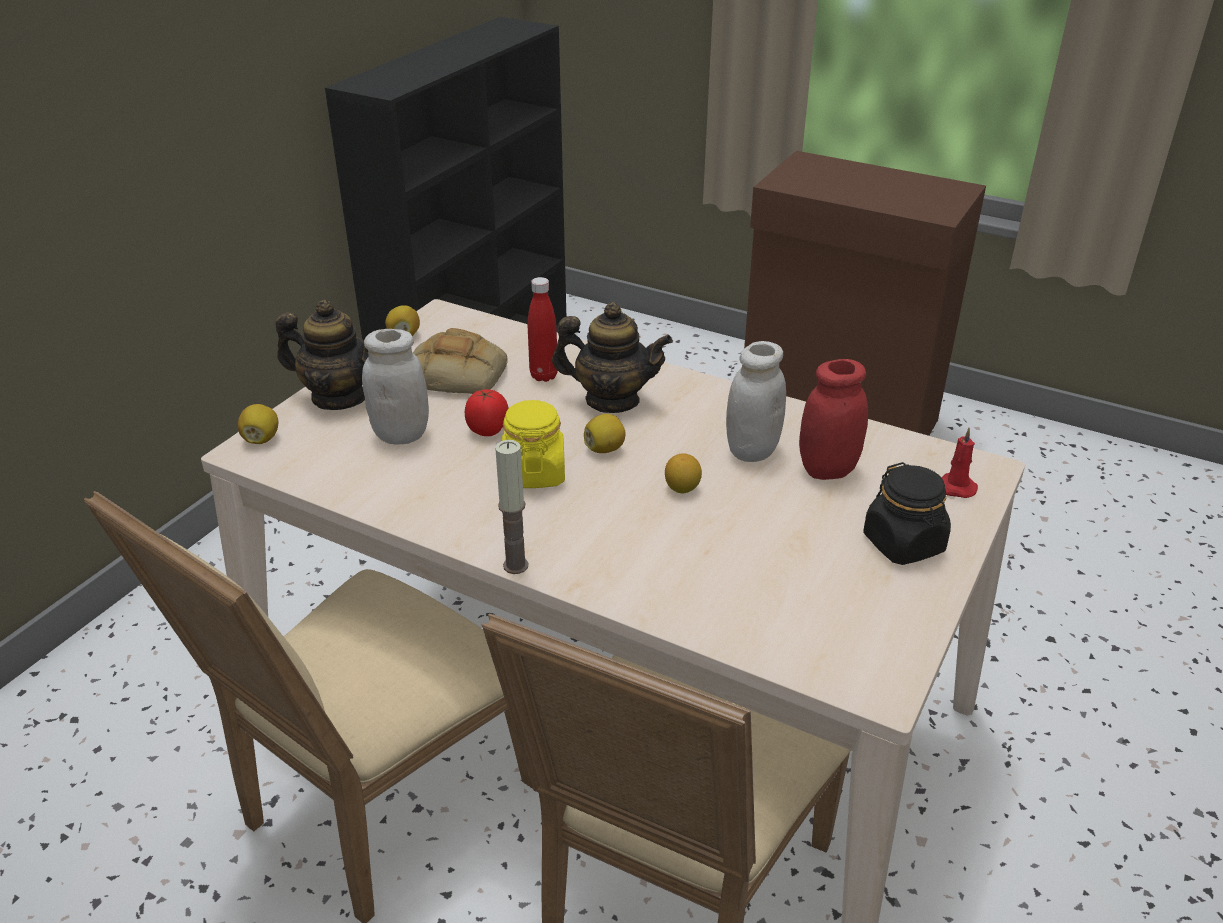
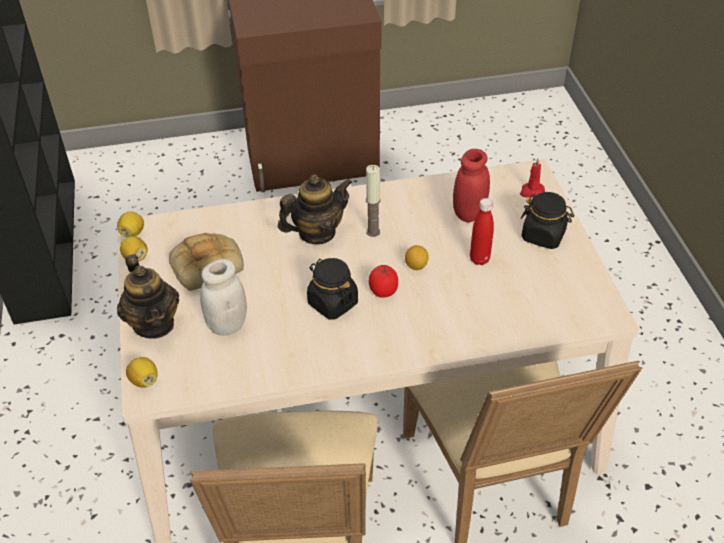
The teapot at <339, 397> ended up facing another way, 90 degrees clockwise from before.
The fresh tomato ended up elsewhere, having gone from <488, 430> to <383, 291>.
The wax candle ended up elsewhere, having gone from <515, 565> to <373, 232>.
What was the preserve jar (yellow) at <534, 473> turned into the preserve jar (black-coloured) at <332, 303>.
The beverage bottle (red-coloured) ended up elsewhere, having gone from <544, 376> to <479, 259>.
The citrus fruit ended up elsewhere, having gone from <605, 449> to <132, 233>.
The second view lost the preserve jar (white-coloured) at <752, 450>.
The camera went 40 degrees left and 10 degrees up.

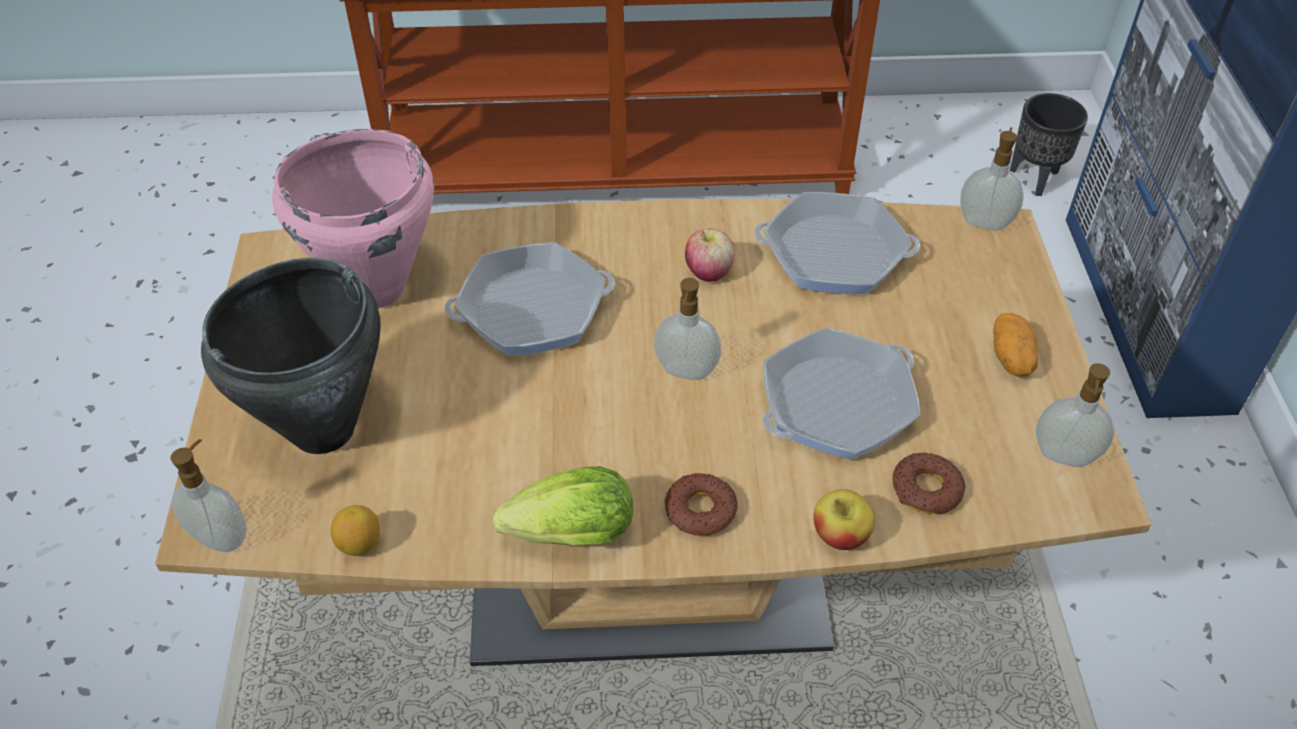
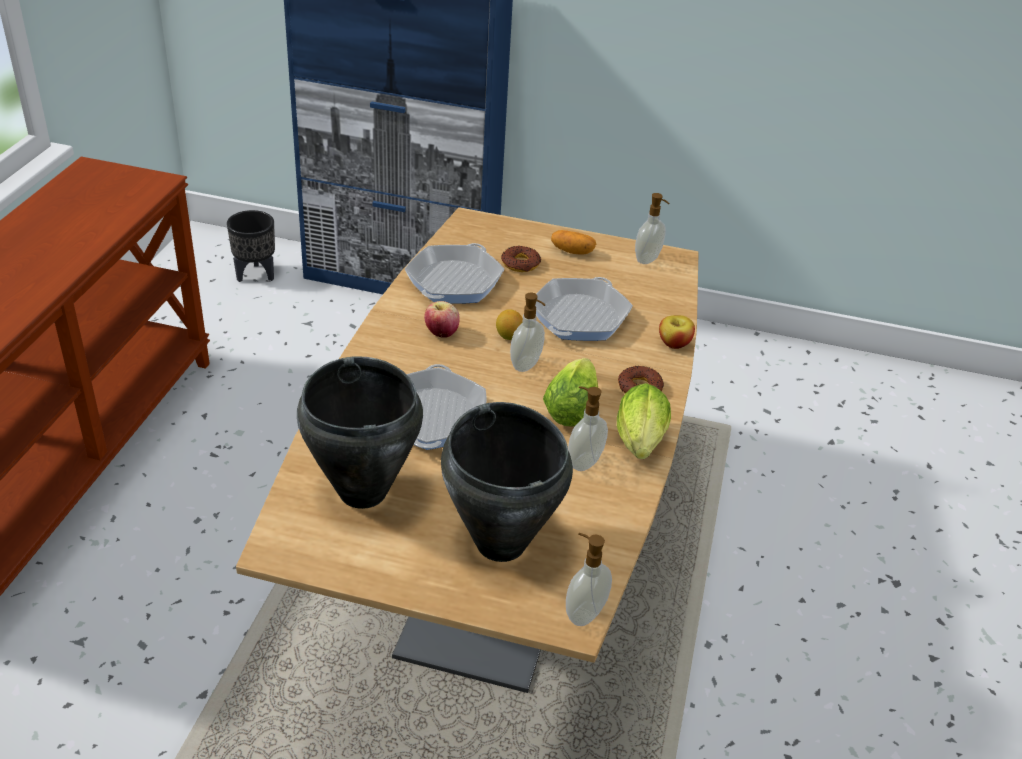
What was the cooking pot (pinkish) at <375, 289> turned into the cooking pot (black-coloured) at <362, 492>.
The citrus fruit ended up elsewhere, having gone from <359, 543> to <508, 336>.
The frying pan at <837, 404> ended up facing another way, 135 degrees counterclockwise from before.
The doughnut ended up elsewhere, having gone from <926, 489> to <520, 263>.
The soap bottle ended up elsewhere, having gone from <985, 222> to <583, 461>.
The second view gained the lettuce at <572, 408>.
The camera went 75 degrees left and 10 degrees down.

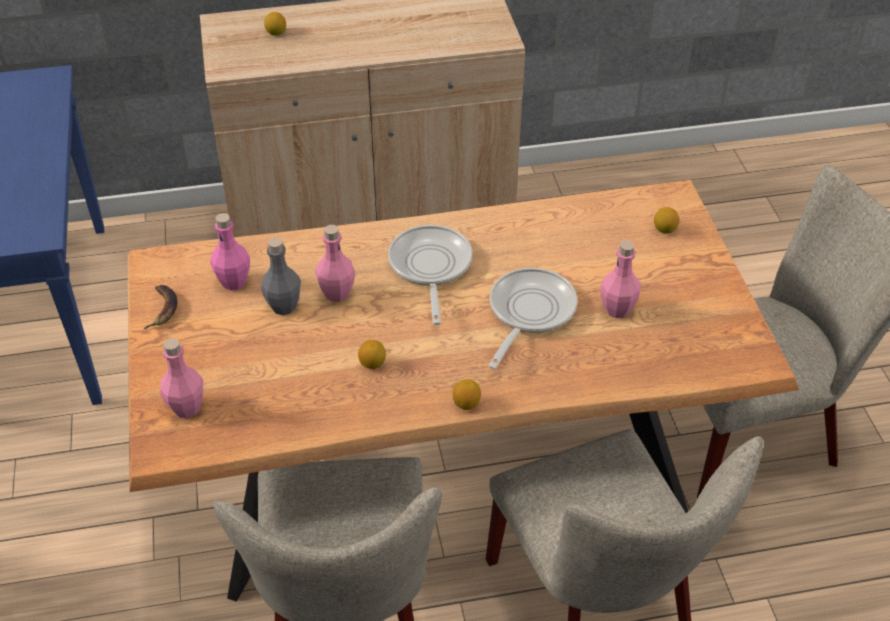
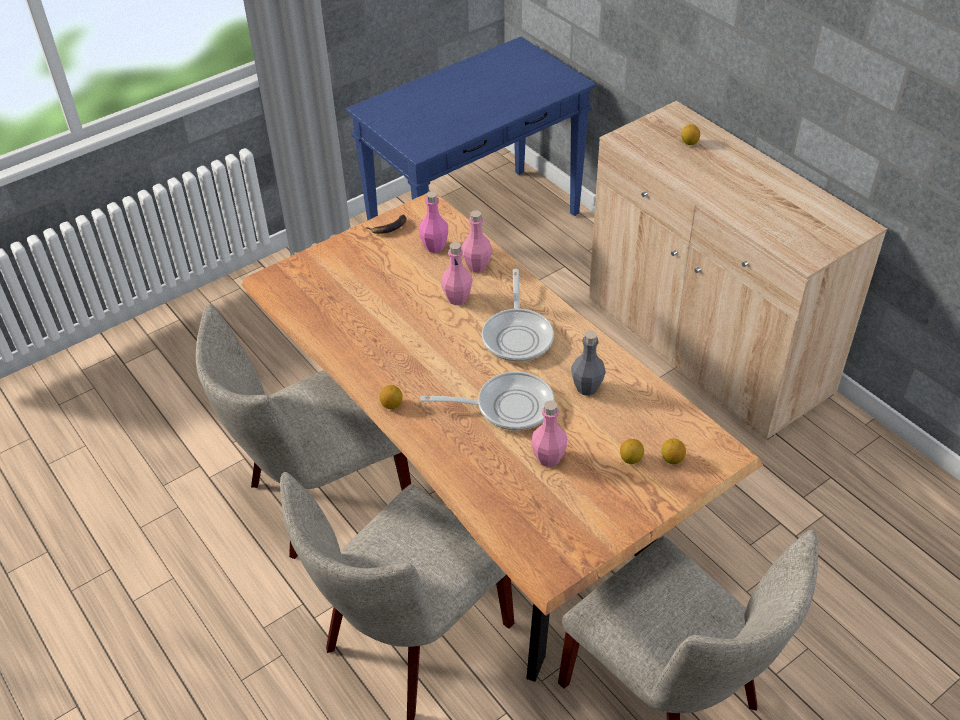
The beverage bottle (pinkish) ended up elsewhere, having gone from <186, 408> to <477, 266>.
The beverage bottle (gray) ended up elsewhere, having gone from <283, 306> to <587, 388>.
The citrus fruit ended up elsewhere, having gone from <372, 364> to <631, 459>.
The frying pan at <430, 268> ended up facing another way, 120 degrees clockwise from before.
The camera went 65 degrees right and 0 degrees up.

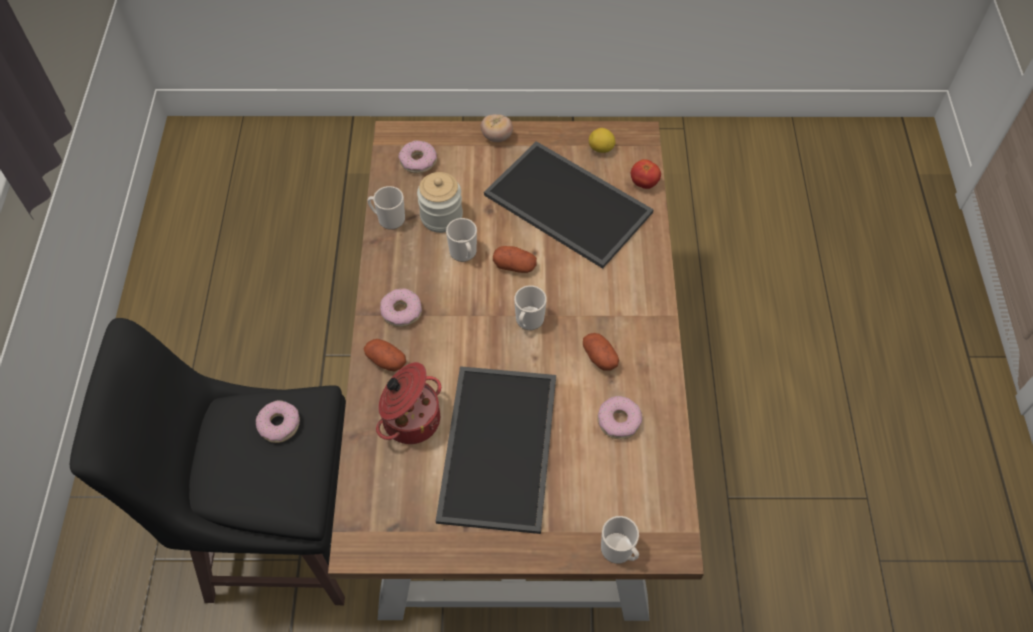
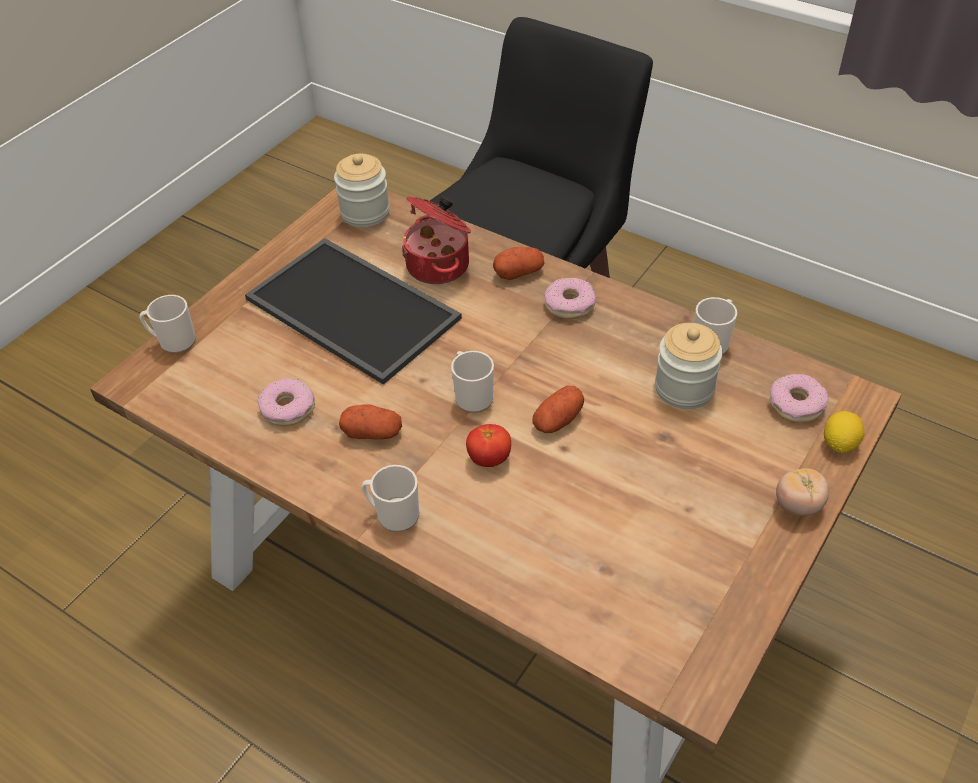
The second view lost the doughnut at <279, 425>.
The mug ended up elsewhere, having gone from <464, 253> to <393, 514>.
The second view lost the serving tray at <570, 203>.
The citrus fruit ended up elsewhere, having gone from <601, 149> to <839, 444>.
The fresh tomato ended up elsewhere, having gone from <644, 183> to <489, 459>.
The second view gained the preserve jar at <365, 213>.
The camera went 125 degrees right and 10 degrees down.

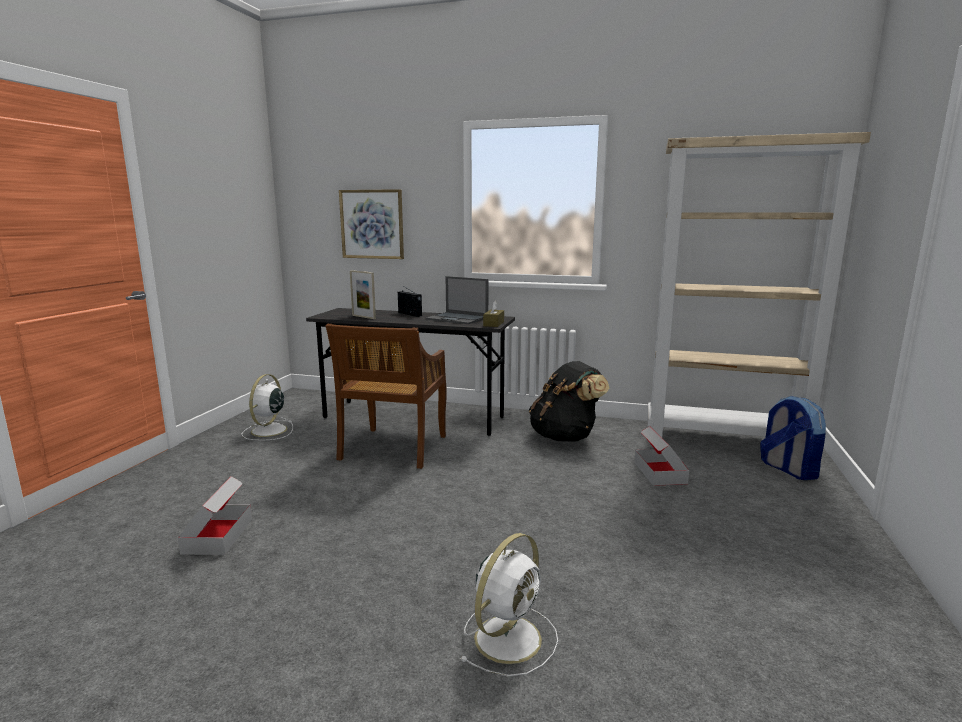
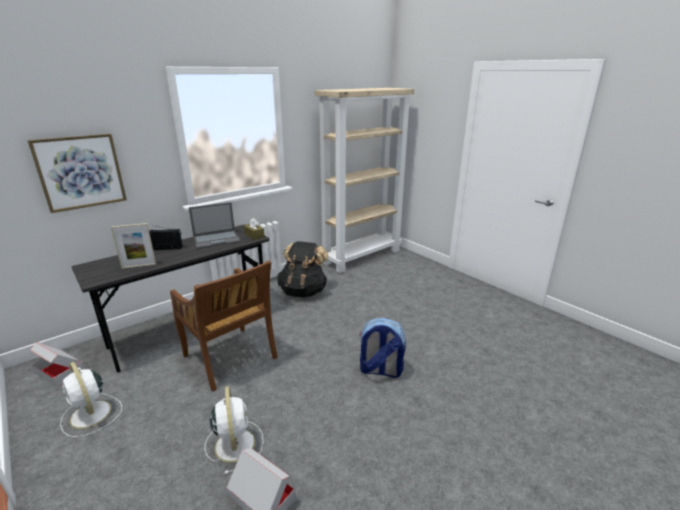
The cooling fan (white-coloured) ended up elsewhere, having gone from <509, 637> to <234, 443>.
The cardboard box ended up elsewhere, having gone from <660, 473> to <60, 371>.
The rucksack ended up elsewhere, having gone from <788, 469> to <380, 370>.
The camera went 55 degrees left and 10 degrees up.

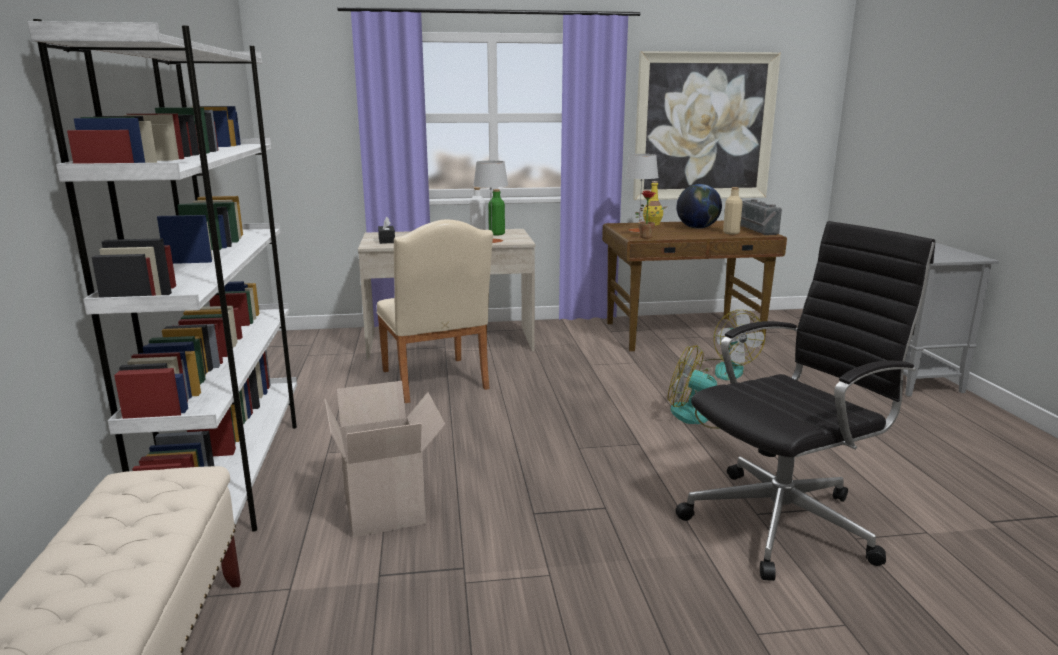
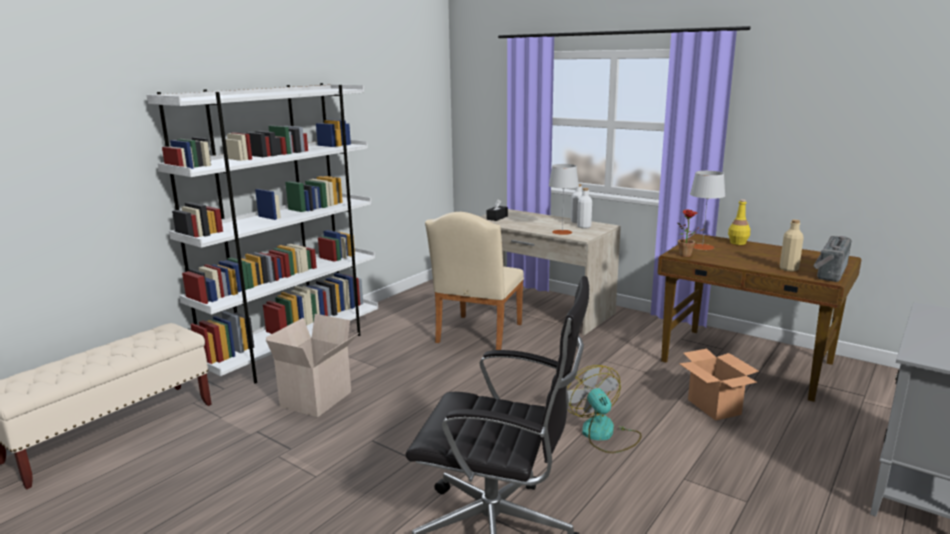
What was the beverage bottle (green-coloured) at <497, 234> turned into the beverage bottle (white-coloured) at <584, 227>.
The second view lost the picture at <704, 127>.
The second view lost the desk globe at <697, 228>.
Where the cooling fan stood at <723, 369>, the cardboard box came to stand at <714, 407>.
The camera went 45 degrees right and 0 degrees up.

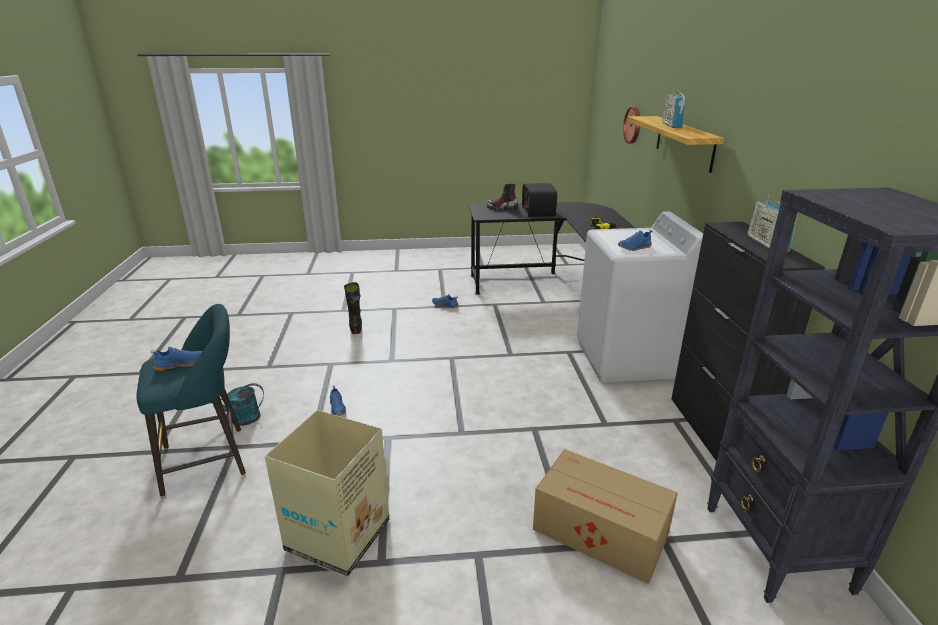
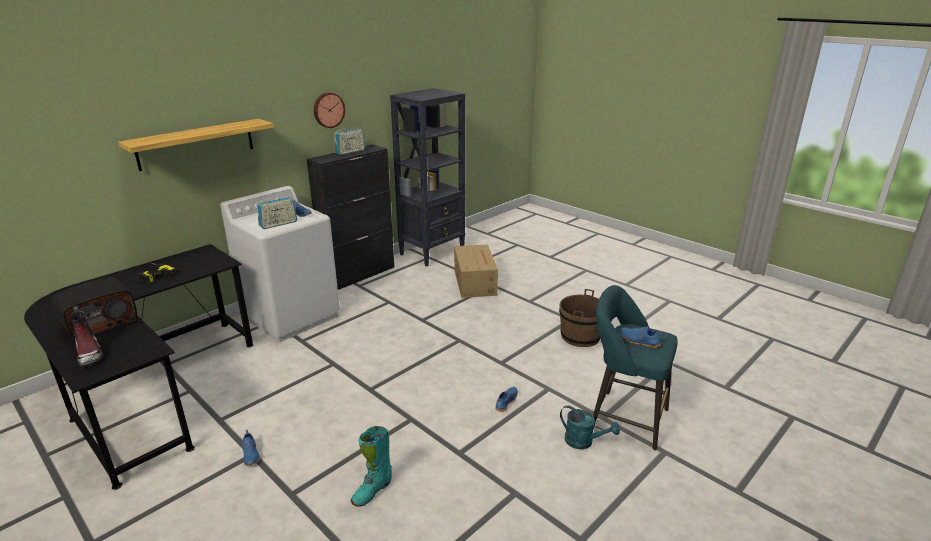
Where the cardboard box stood at <337, 536>, the water bucket (brown-coloured) came to stand at <580, 336>.
What was the tall boot (black-coloured) at <356, 327> turned into the tall boot (turquoise) at <372, 491>.
The hanging clock ended up elsewhere, having gone from <633, 125> to <328, 110>.
The radio receiver ended up elsewhere, having gone from <671, 125> to <278, 224>.
The camera went 130 degrees left and 0 degrees up.

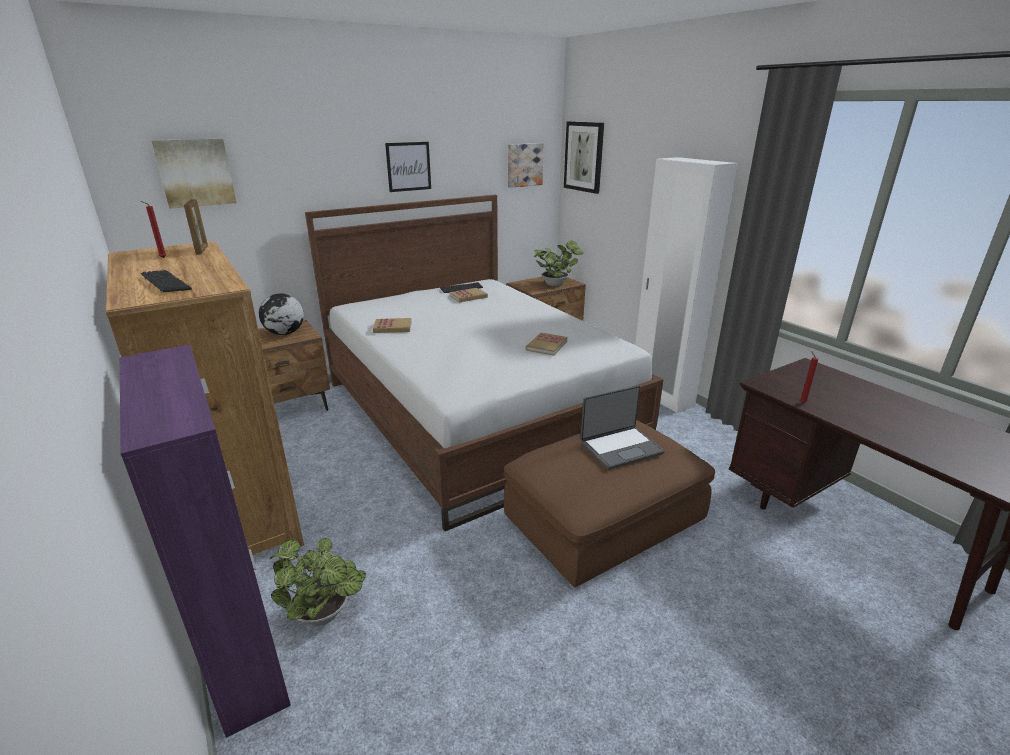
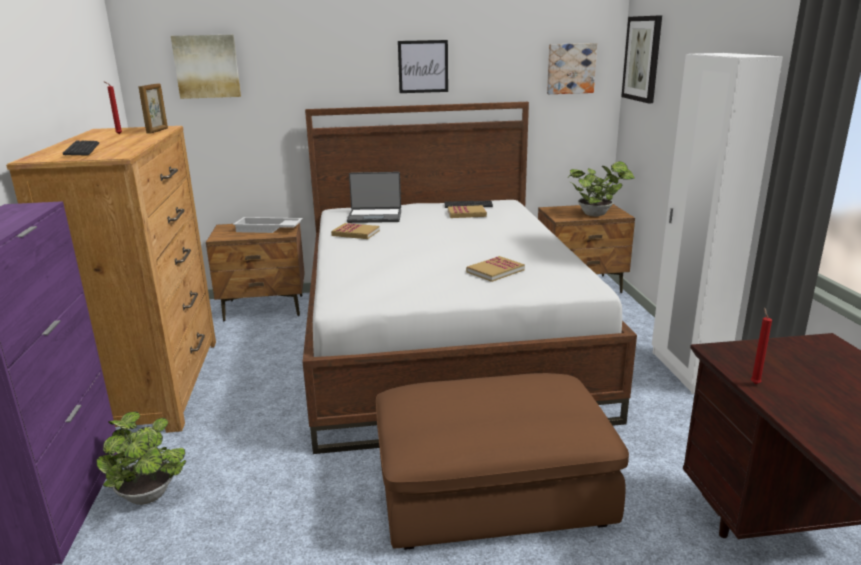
Where the desk globe stood at <284, 333>, the serving tray (white-coloured) came to stand at <268, 229>.
The portable computer ended up elsewhere, having gone from <620, 448> to <375, 217>.
The camera went 25 degrees right and 5 degrees down.

